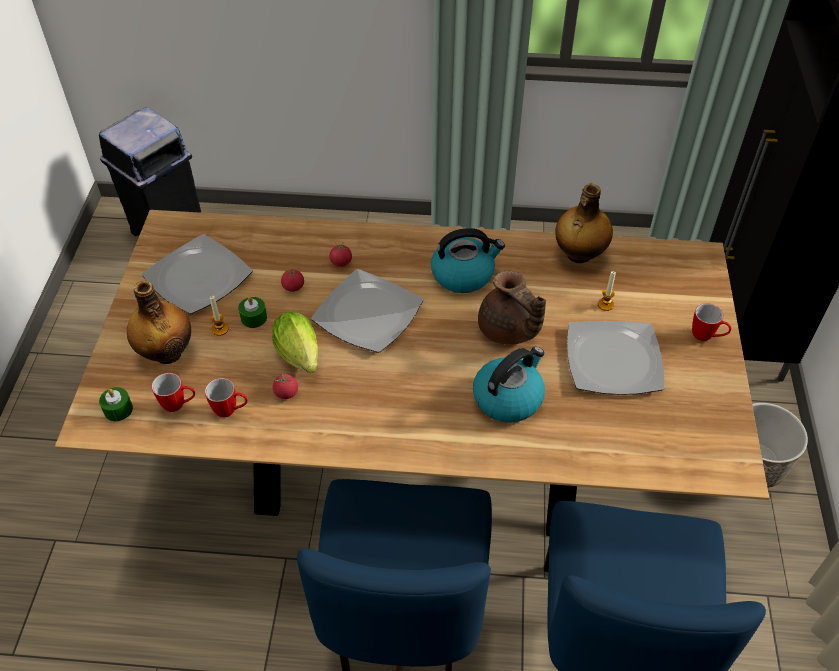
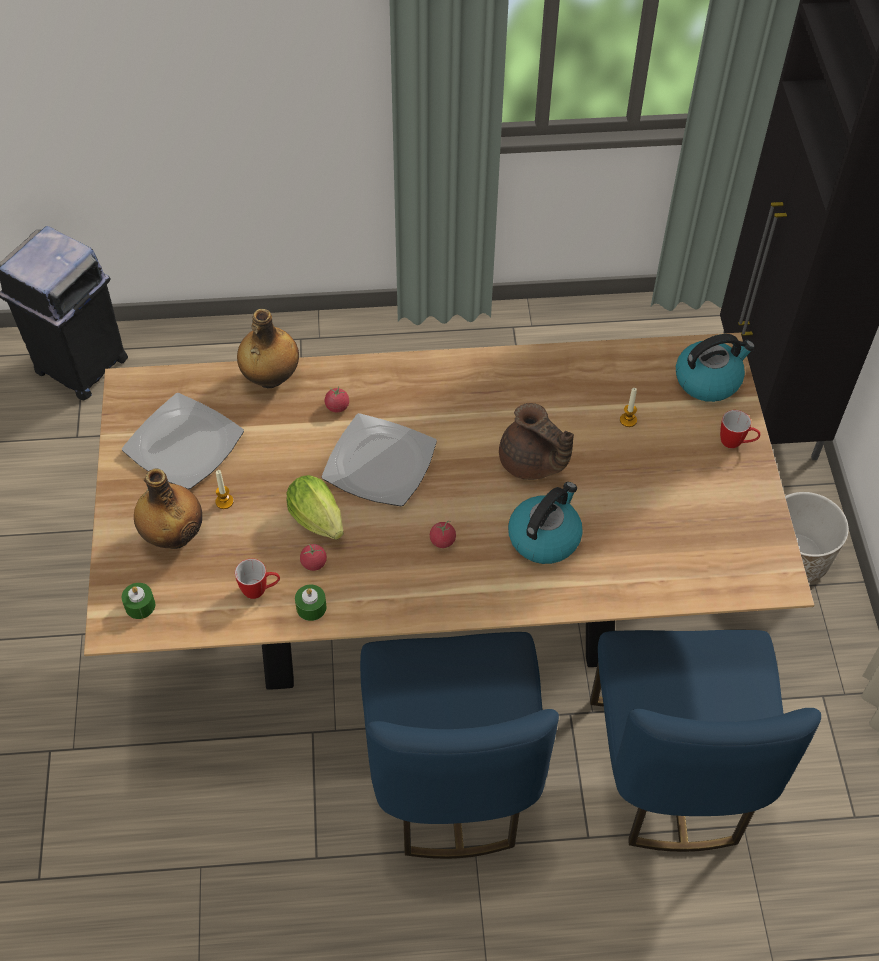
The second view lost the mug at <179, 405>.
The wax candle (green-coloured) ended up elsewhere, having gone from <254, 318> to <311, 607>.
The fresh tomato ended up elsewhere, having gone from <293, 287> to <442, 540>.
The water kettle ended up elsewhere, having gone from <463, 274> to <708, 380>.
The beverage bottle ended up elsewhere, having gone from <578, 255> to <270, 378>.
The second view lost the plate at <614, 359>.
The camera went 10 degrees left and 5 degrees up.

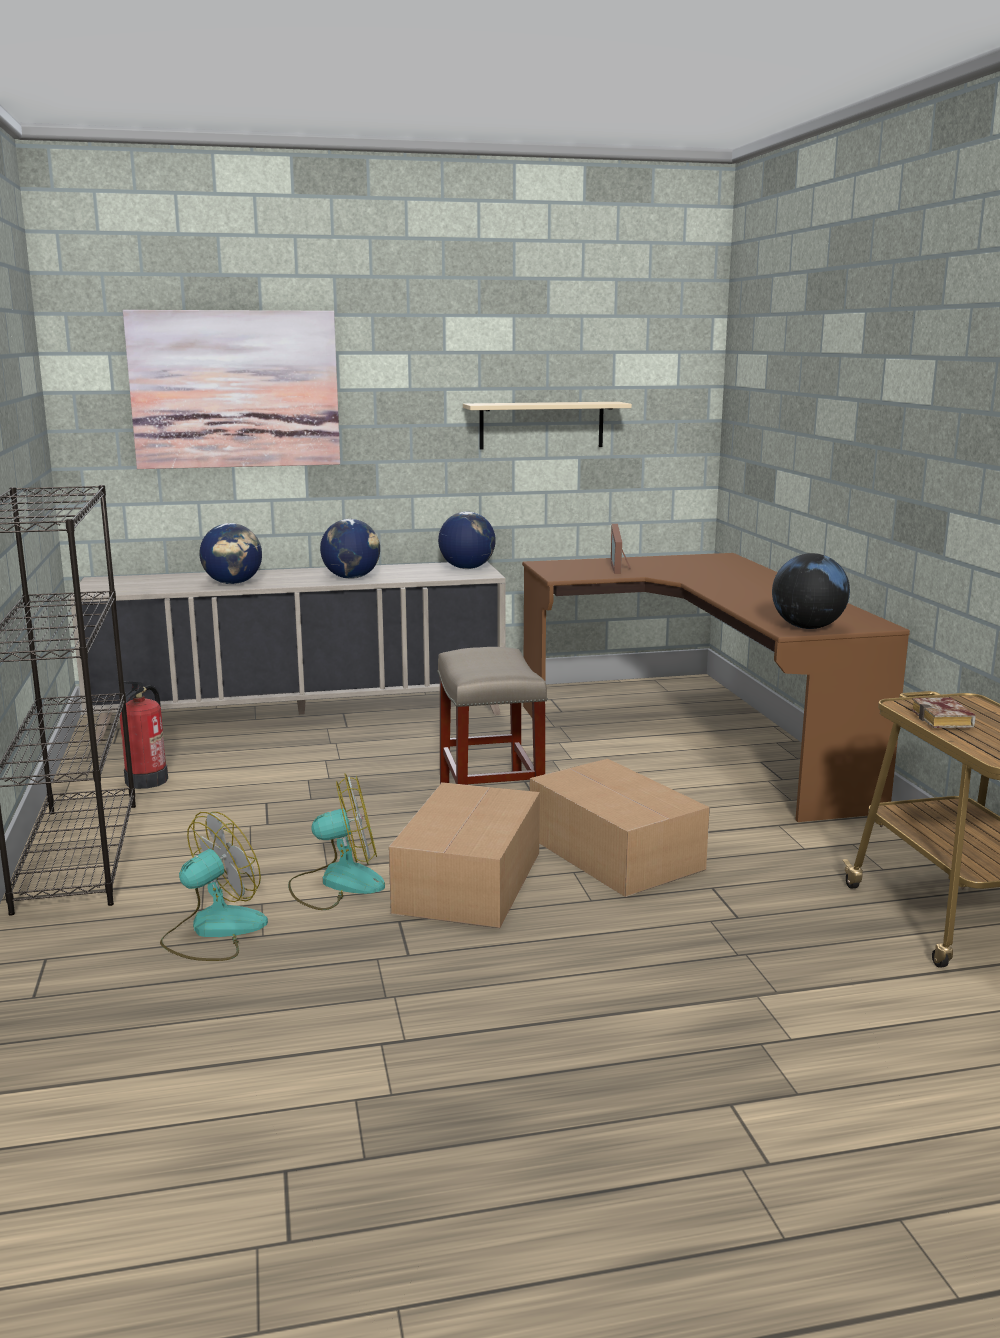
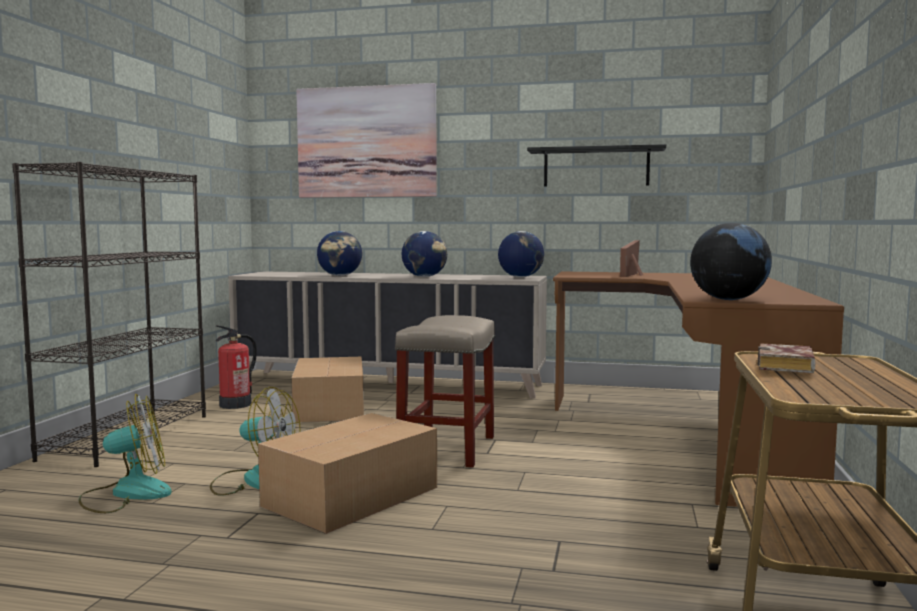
What was the wall shelf (beige-coloured) at <541, 425> turned into the wall shelf (black-coloured) at <596, 167>.
The cardboard box ended up elsewhere, having gone from <614, 851> to <330, 407>.
The camera went 25 degrees right and 10 degrees down.

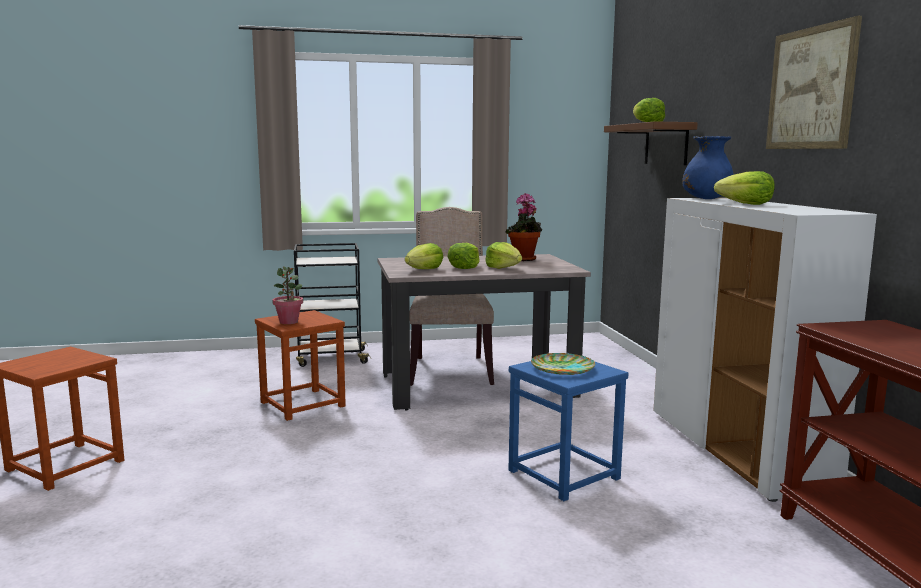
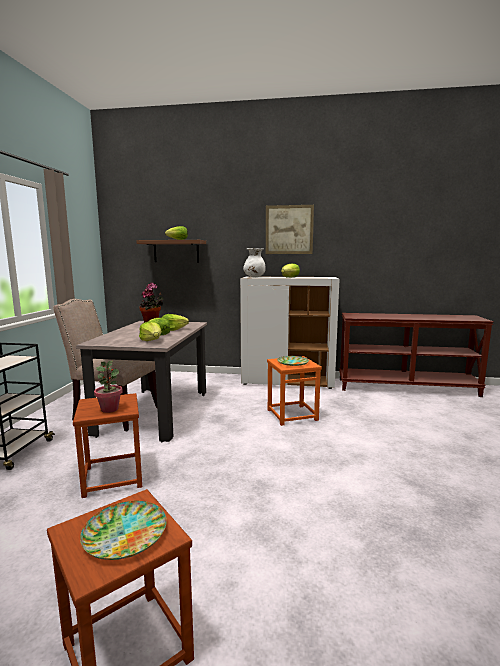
What was the sitting stool (bluish) at <564, 474> turned into the sitting stool (orangey) at <292, 415>.
What was the vase (bluish) at <706, 199> turned into the vase (white-coloured) at <254, 277>.
The second view gained the plate at <124, 534>.
The camera went 70 degrees left and 0 degrees up.

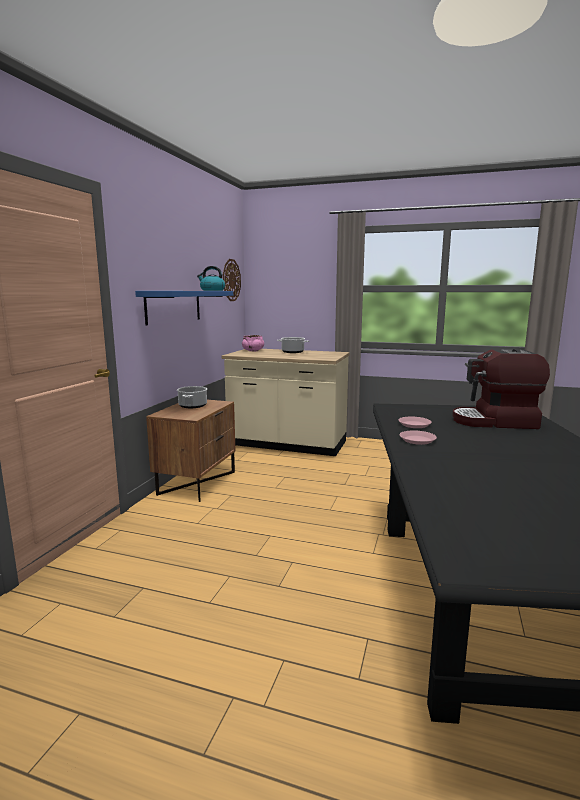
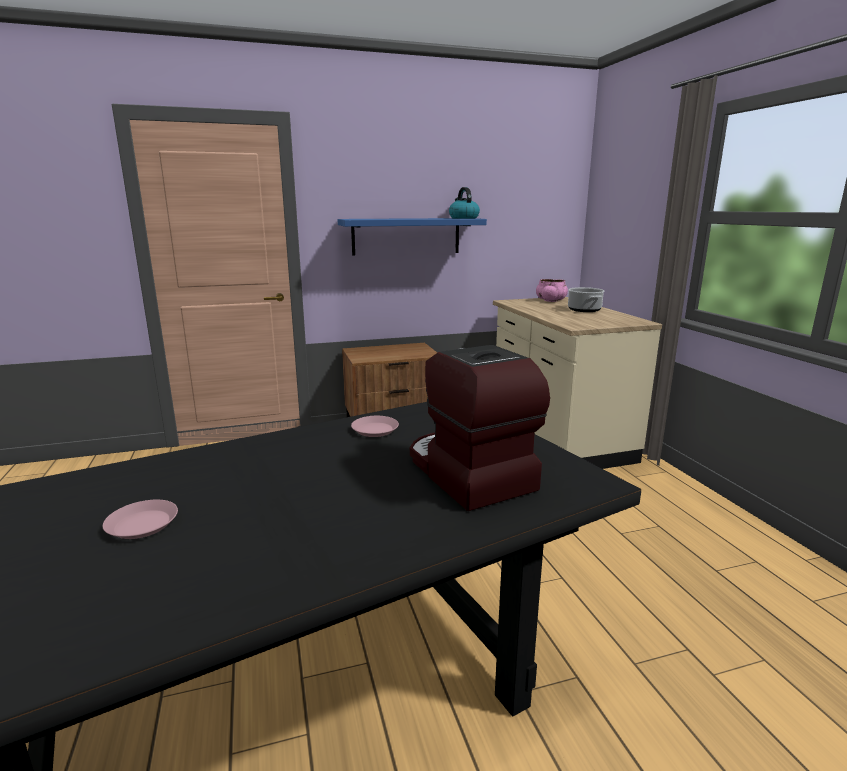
The second view lost the cooking pot at <193, 406>.
The second view lost the hanging clock at <231, 280>.
The plate (pinkish) ended up elsewhere, having gone from <417, 440> to <142, 524>.
The camera went 55 degrees right and 5 degrees up.

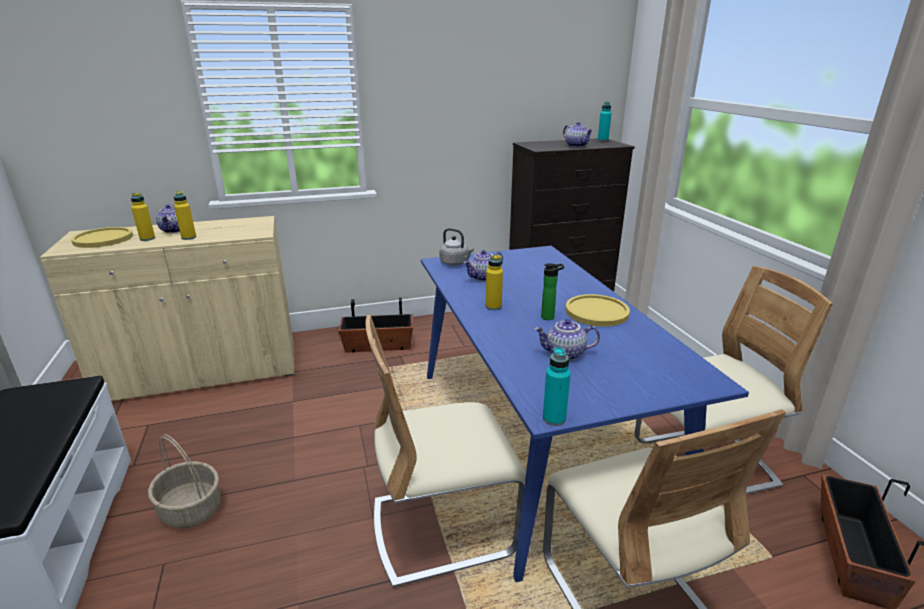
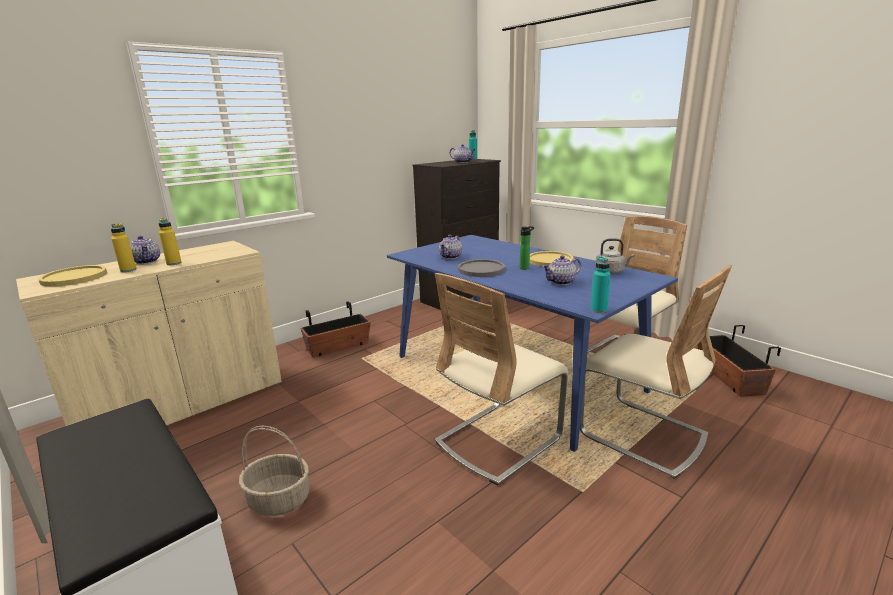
The water kettle (gray) ended up elsewhere, having gone from <455, 263> to <611, 272>.
Where the beverage bottle (yellow) stood at <493, 306>, the plate (gray) came to stand at <481, 269>.
The camera went 25 degrees left and 5 degrees down.

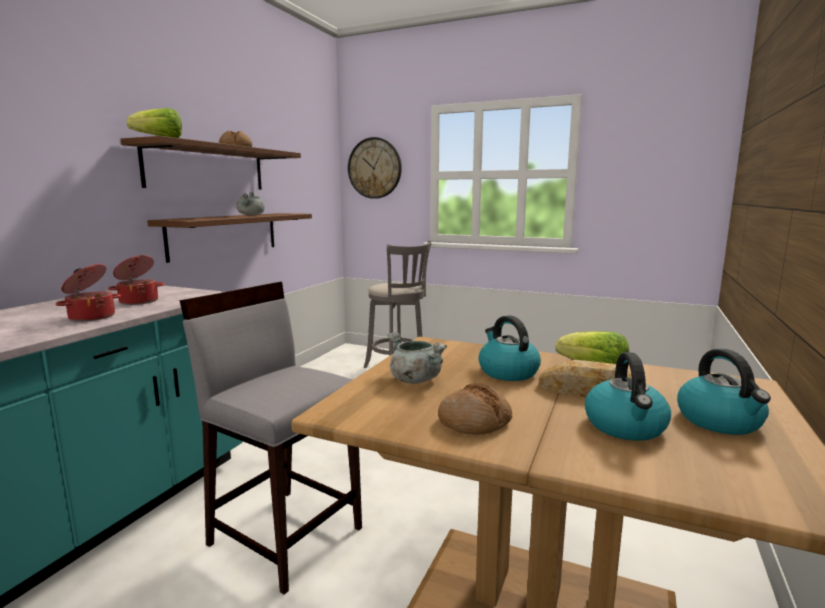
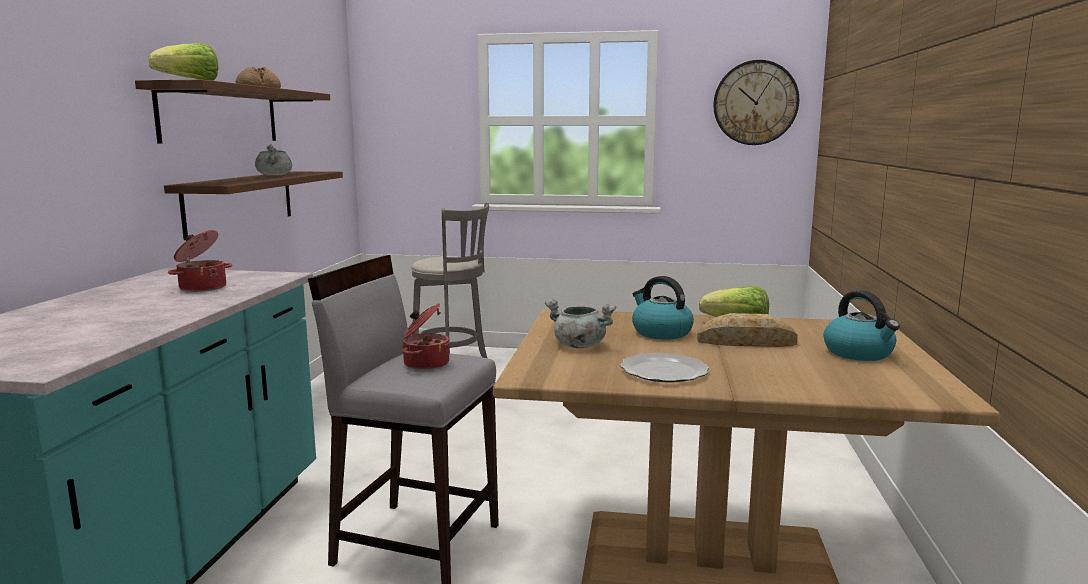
The cooking pot ended up elsewhere, having gone from <91, 317> to <425, 363>.
The hanging clock ended up elsewhere, having gone from <374, 168> to <755, 103>.
Where the bread stood at <474, 421>, the plate came to stand at <663, 371>.
The second view lost the water kettle at <625, 427>.
The camera went 15 degrees left and 0 degrees up.

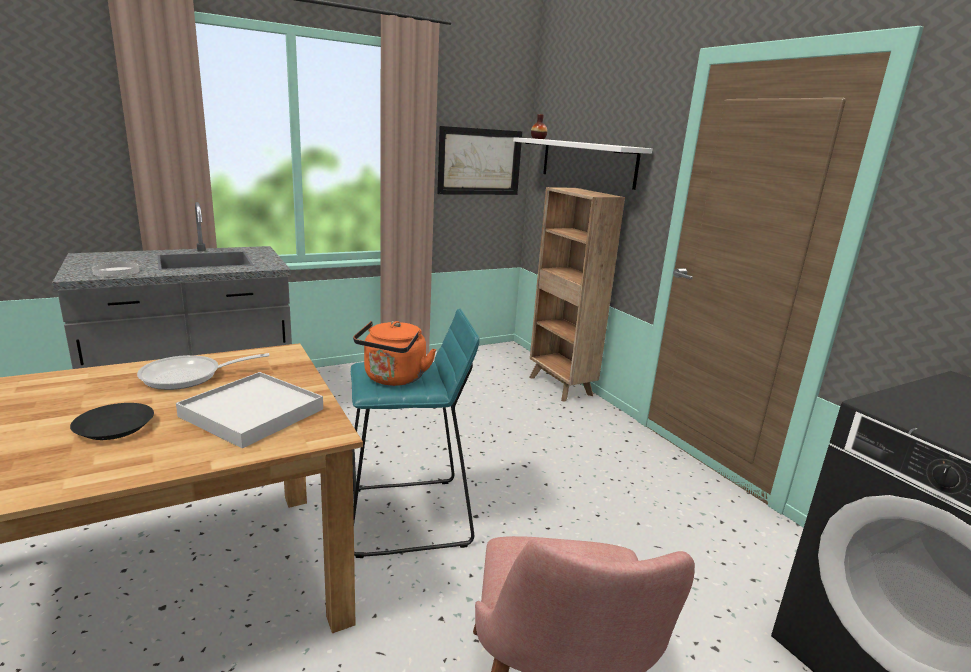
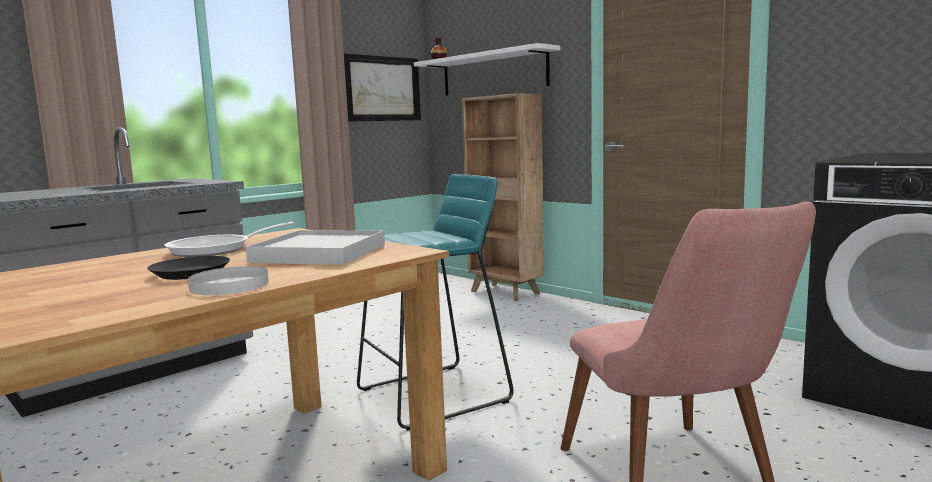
The plate (white-coloured) ended up elsewhere, having gone from <116, 272> to <229, 285>.
The second view lost the water kettle (orangey) at <393, 379>.
The camera went 15 degrees left and 10 degrees down.

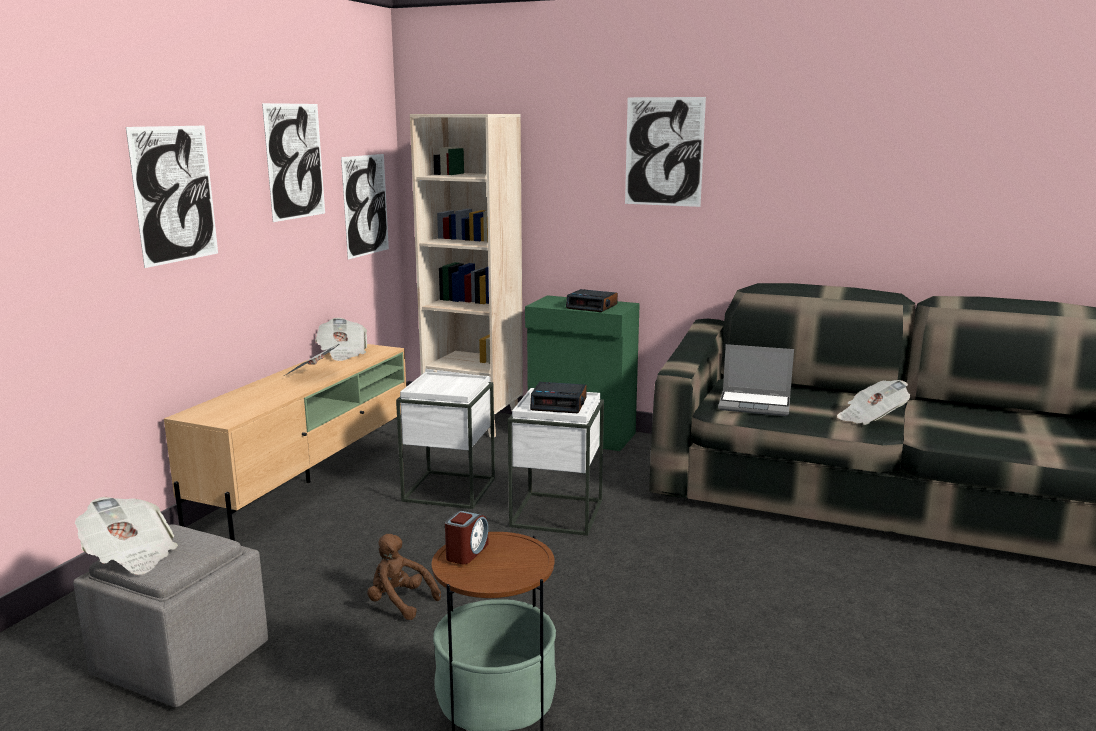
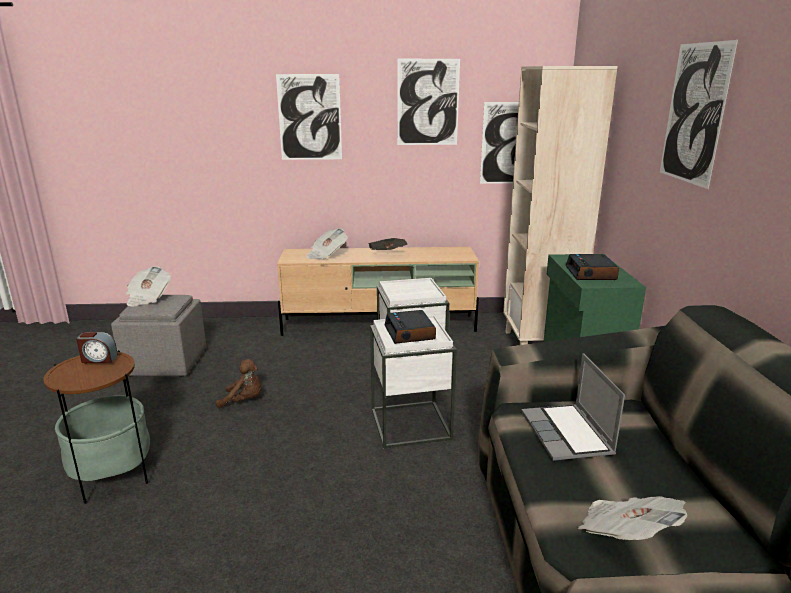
The newspaper ended up elsewhere, having gone from <343, 353> to <326, 255>.
The cuddly toy (brown-coloured) at <399, 602> ended up facing another way, 90 degrees clockwise from before.
The camera went 65 degrees right and 5 degrees up.

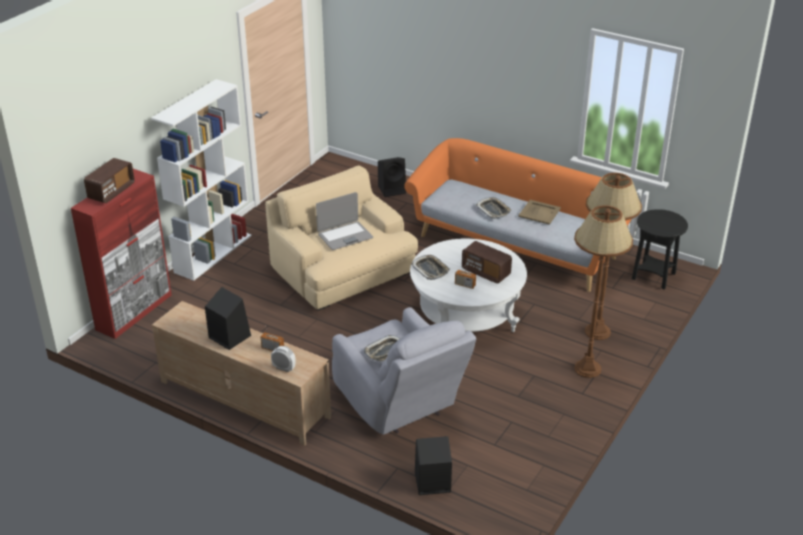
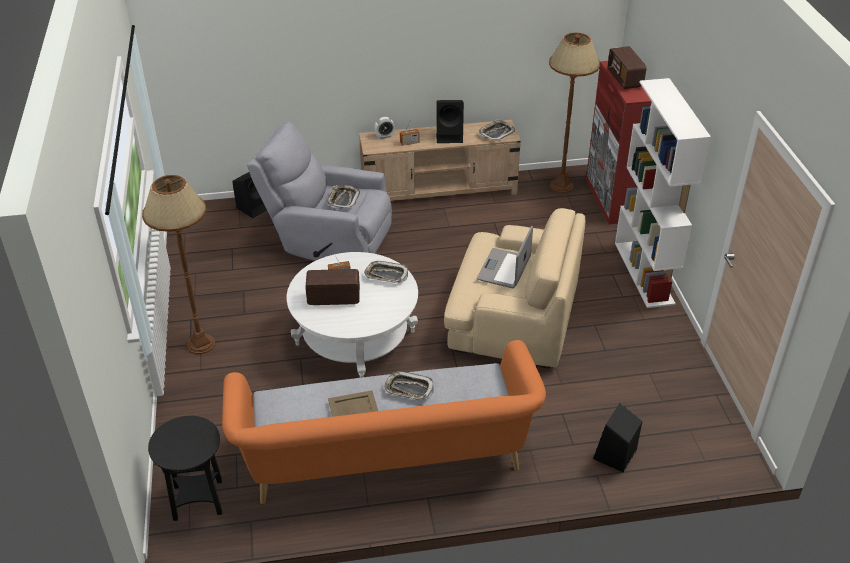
The standard lamp (brown-coloured) ended up elsewhere, having gone from <597, 332> to <561, 186>.
The second view gained the serving tray at <496, 133>.
The camera went 140 degrees right and 5 degrees up.

